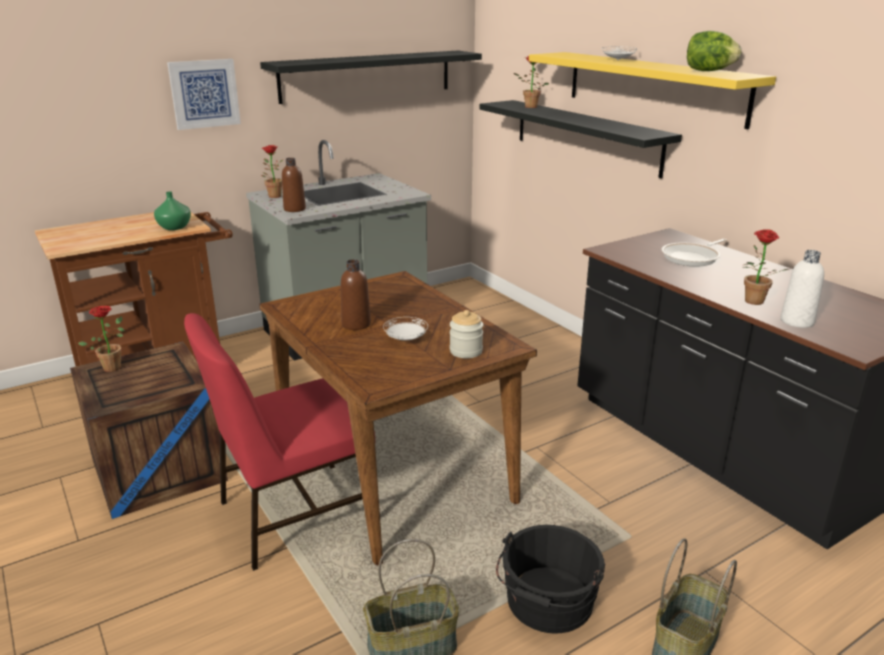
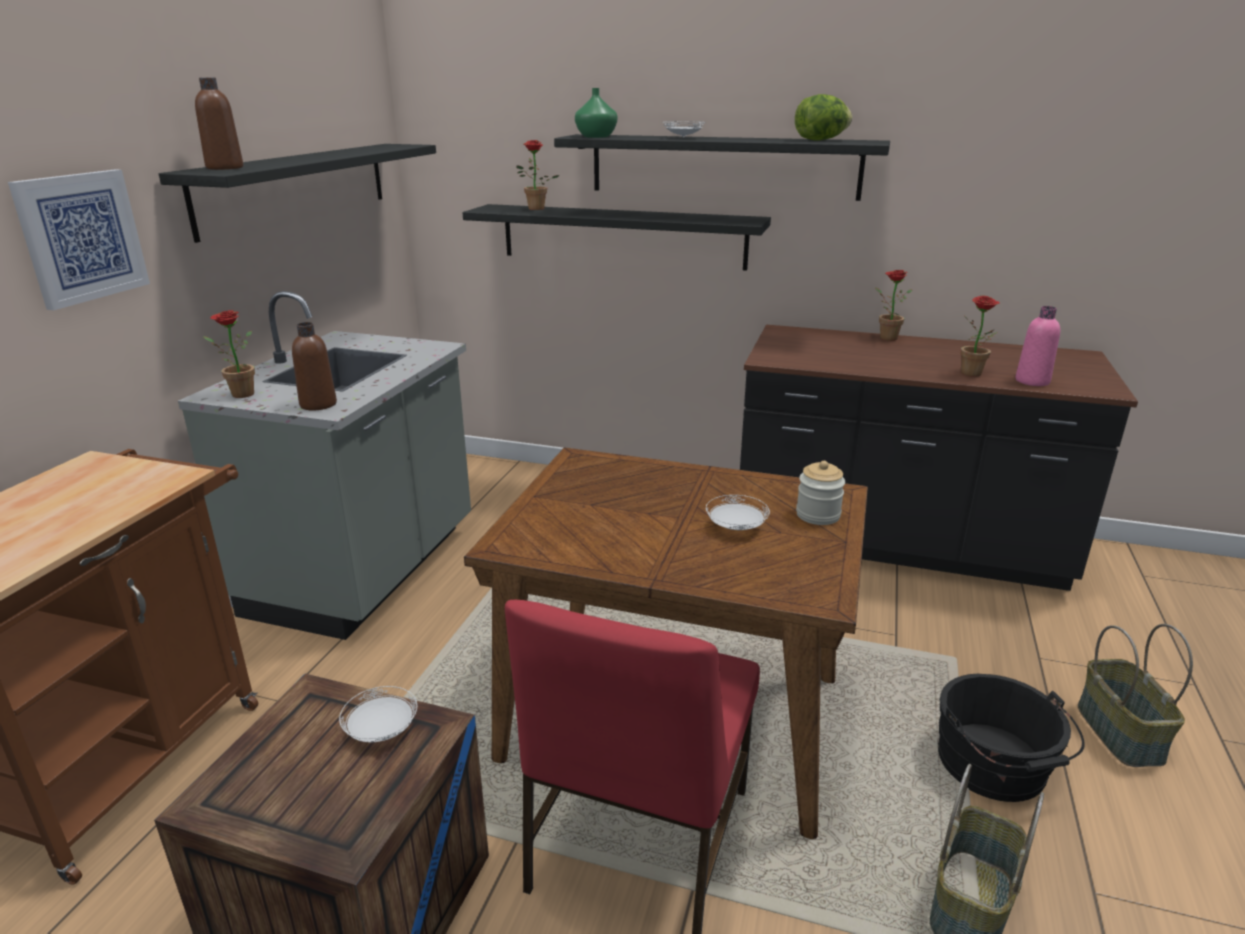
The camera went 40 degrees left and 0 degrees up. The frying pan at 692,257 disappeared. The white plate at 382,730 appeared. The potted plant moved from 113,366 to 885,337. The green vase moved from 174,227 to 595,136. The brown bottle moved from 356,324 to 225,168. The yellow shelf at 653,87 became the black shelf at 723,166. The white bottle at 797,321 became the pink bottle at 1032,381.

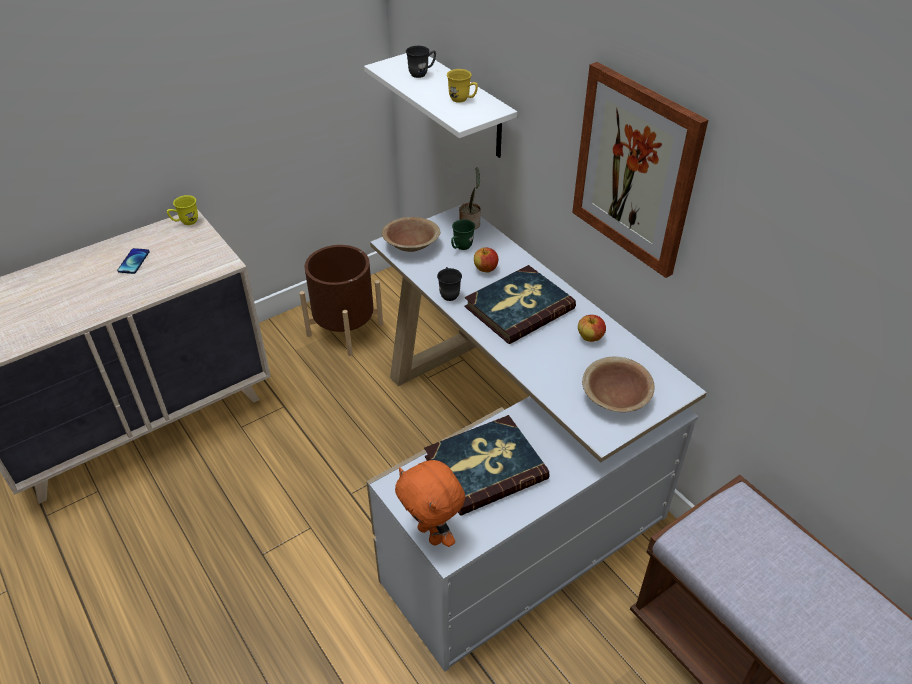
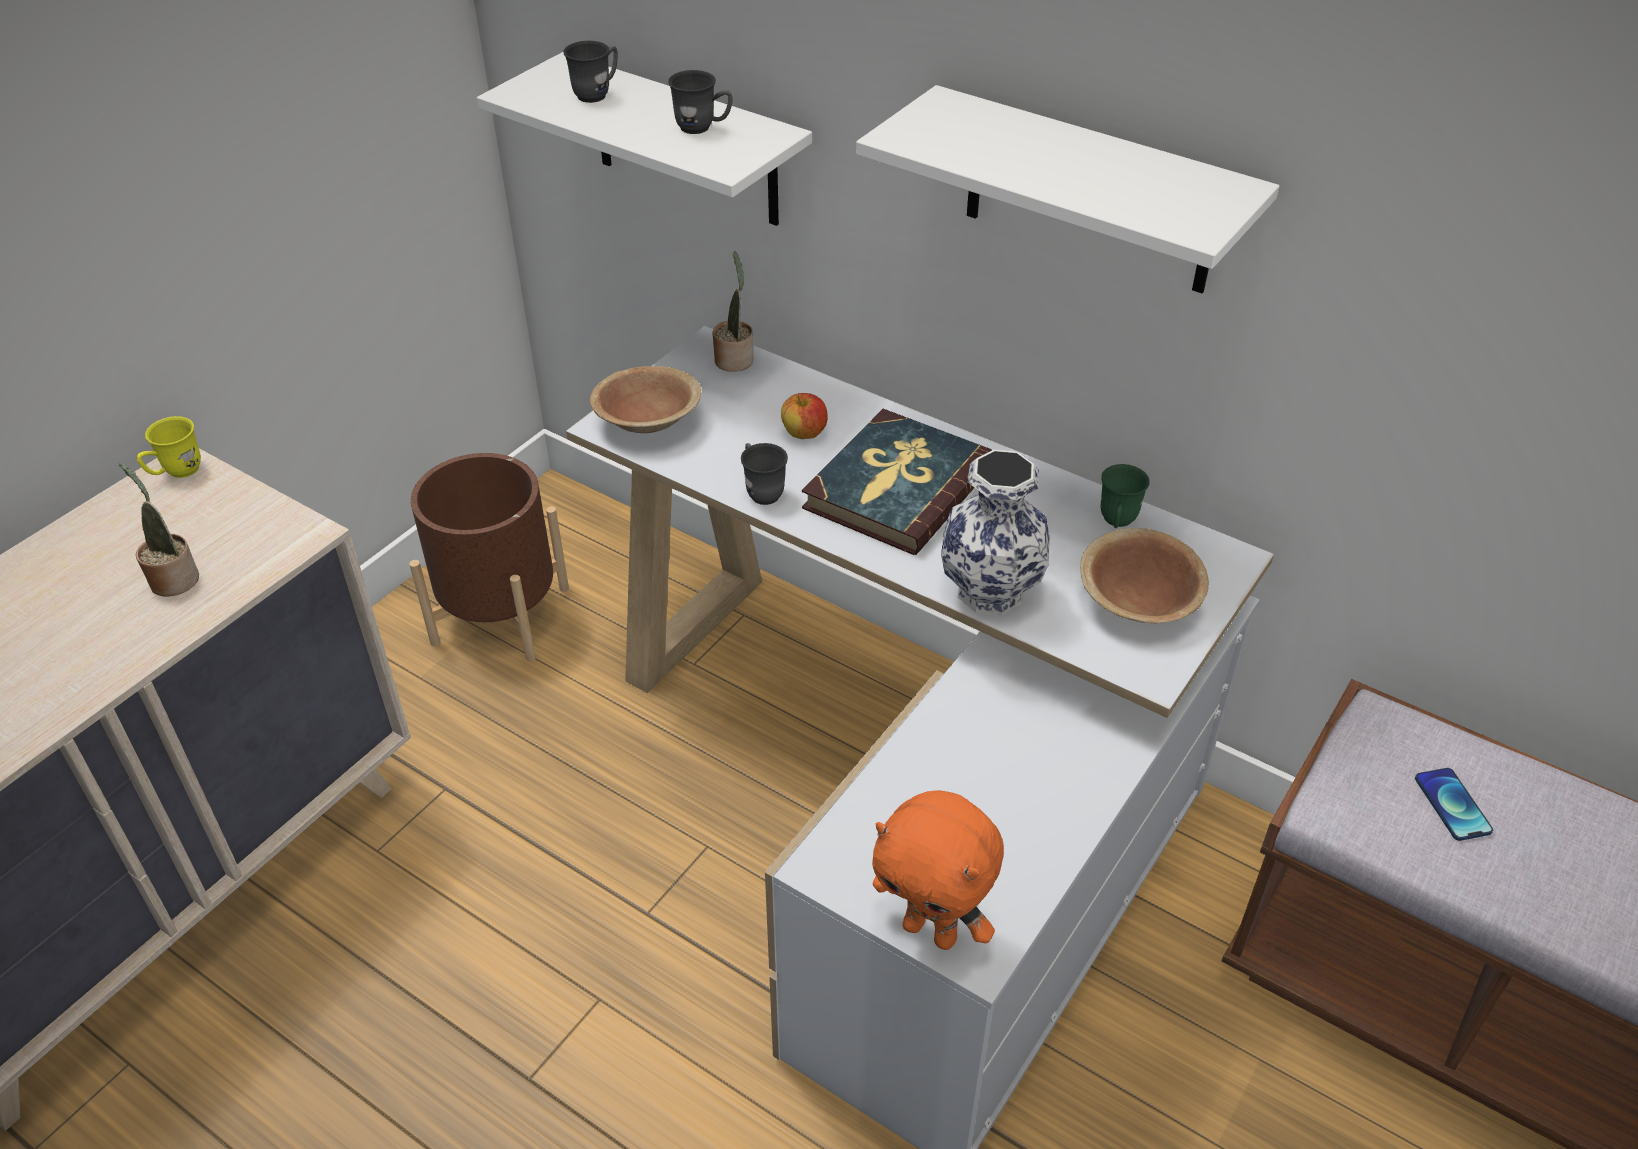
The camera went 20 degrees left and 0 degrees up. The book at 485,467 disappeared. The apple at 590,338 disappeared. The potted plant at 173,578 appeared. The vase at 992,592 appeared. The phone moved from 134,261 to 1452,805. The green mug moved from 461,247 to 1117,522. The picture at 635,170 was replaced by the white shelf at 1090,193. The yellow mug at 462,100 became the grey mug at 703,128.

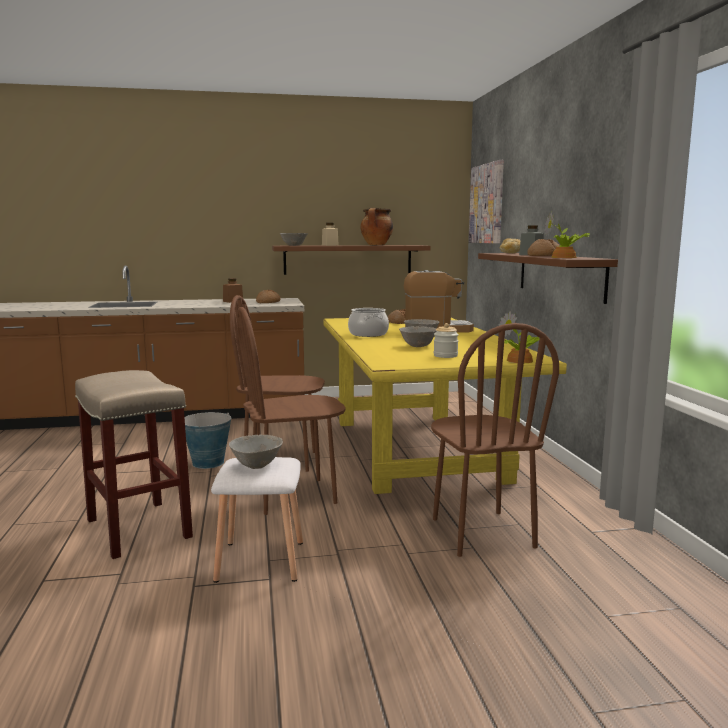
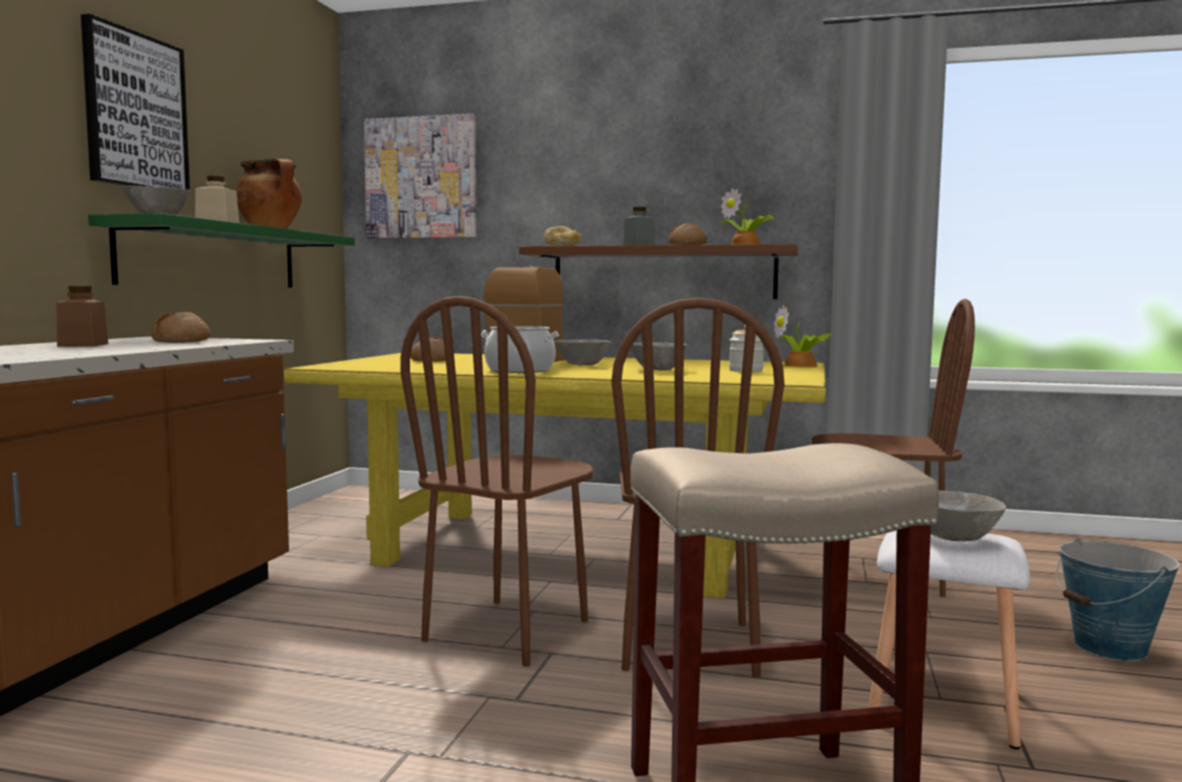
The camera went 65 degrees left and 5 degrees down. The picture at 135,111 appeared. The bucket moved from 208,463 to 1110,647. The brown shelf at 348,259 became the green shelf at 213,257.

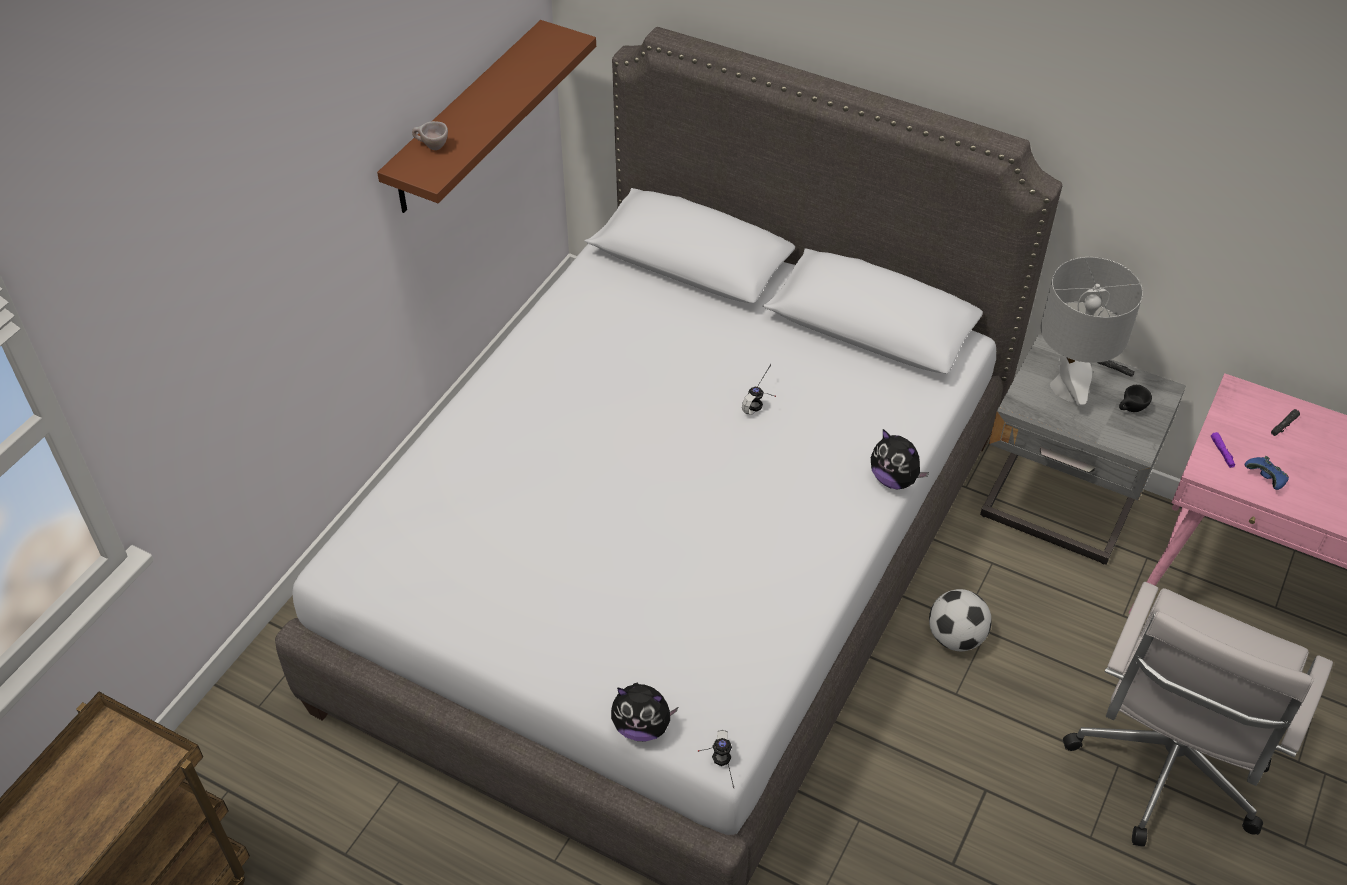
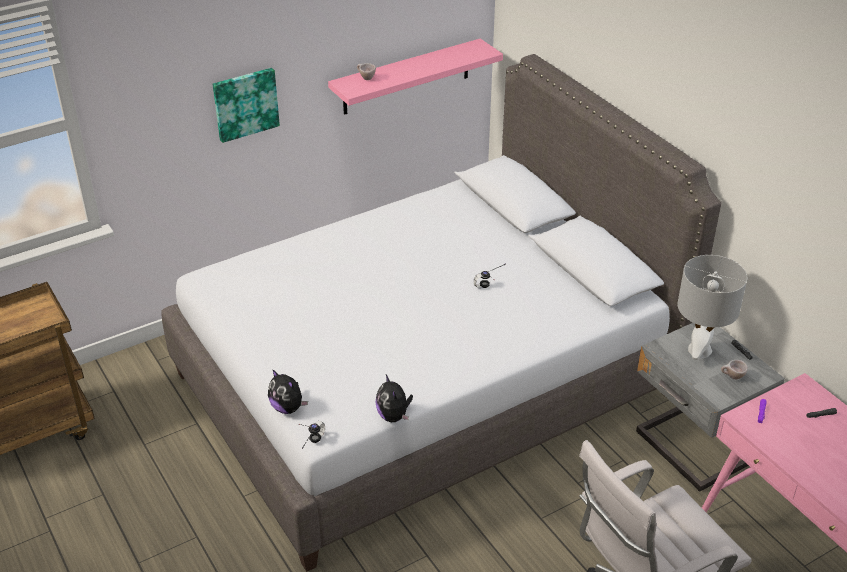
The camera went 30 degrees right and 10 degrees down. The football at 955,637 disappeared. The blue game controller at 1265,479 disappeared. The picture at 245,103 appeared. The plush toy moved from 894,479 to 394,416. The brown shelf at 466,119 became the pink shelf at 406,77. The black cup at 1130,410 became the beige cup at 732,377.

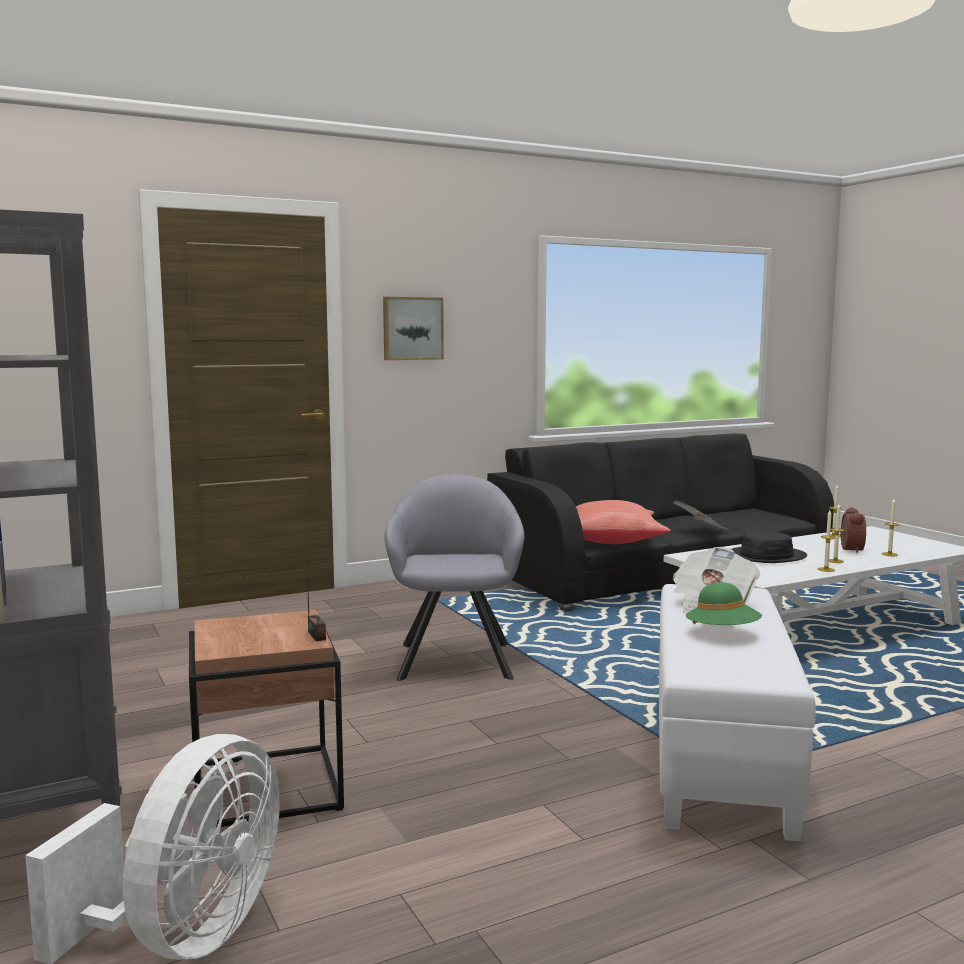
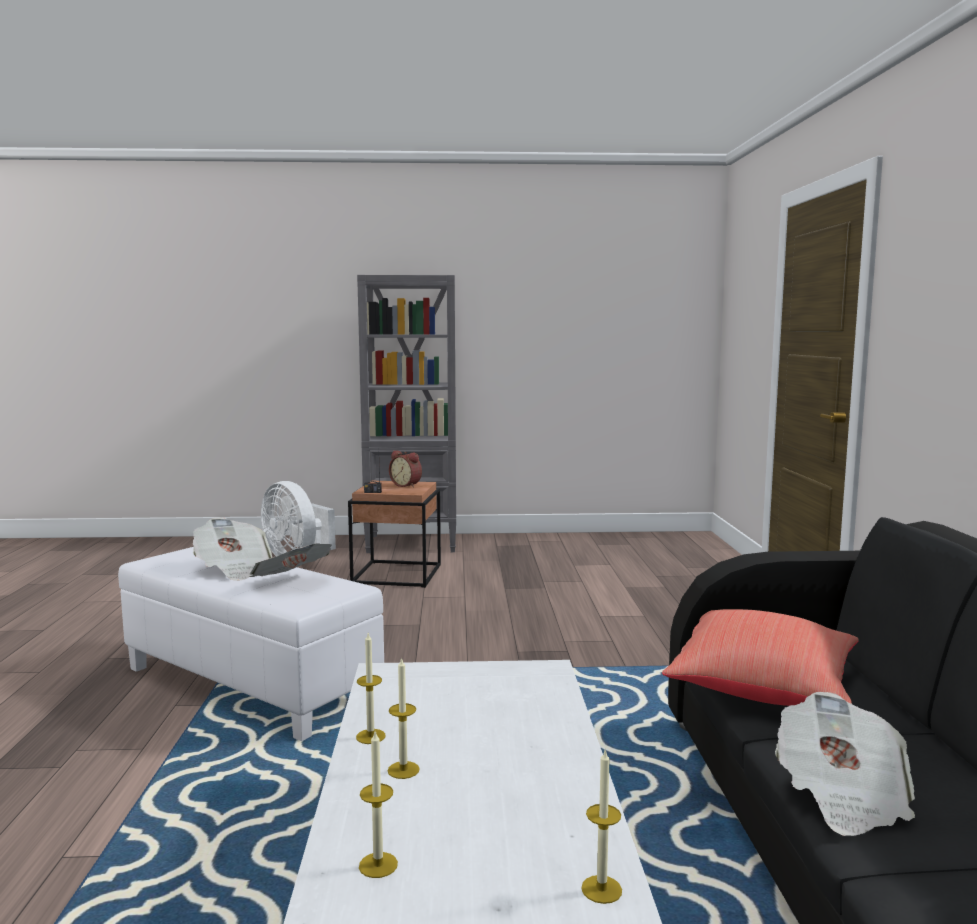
The camera went 115 degrees right and 0 degrees up. The picture at 412,328 disappeared. The grey armchair at 456,657 disappeared. The black hat at 766,556 disappeared. The alarm clock moved from 849,549 to 407,485. The green hat at 722,633 was replaced by the newspaper at 234,569.

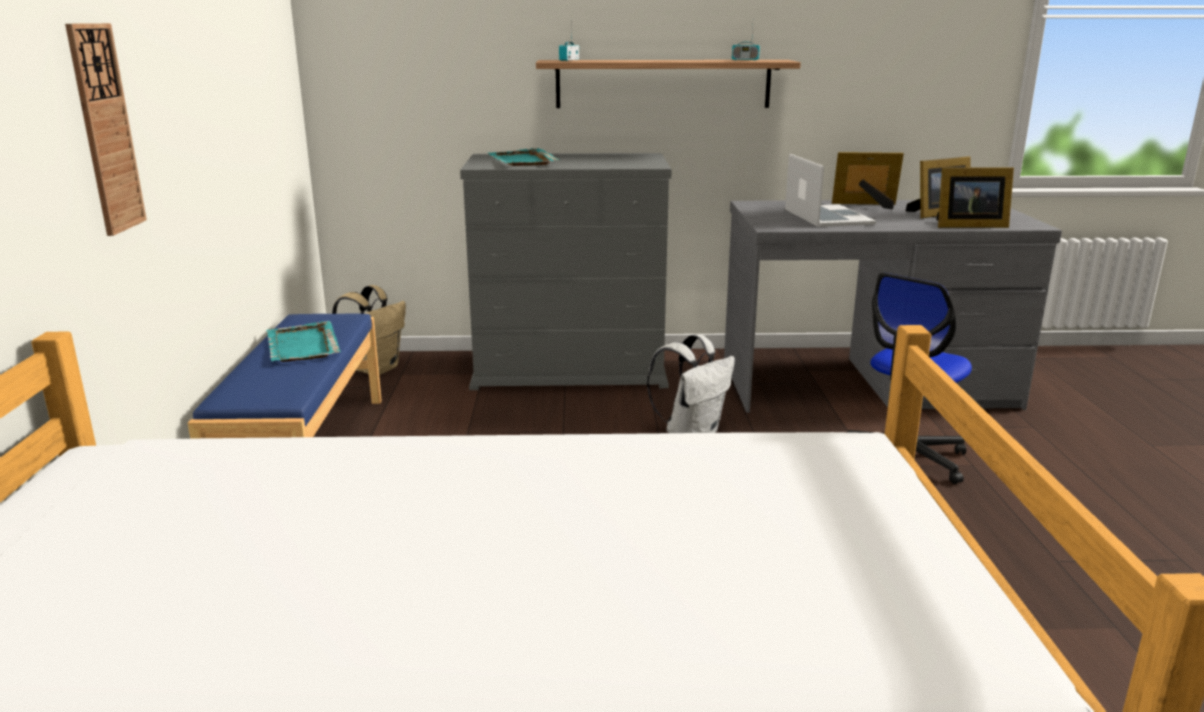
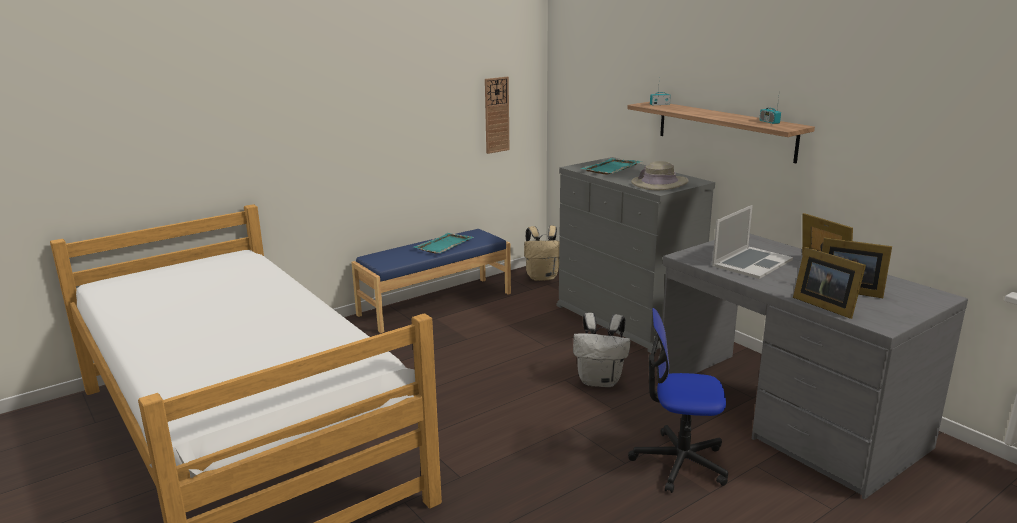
The camera went 55 degrees right and 0 degrees up. The beige hat at 659,183 appeared. The wall clock moved from 105,129 to 496,115.

